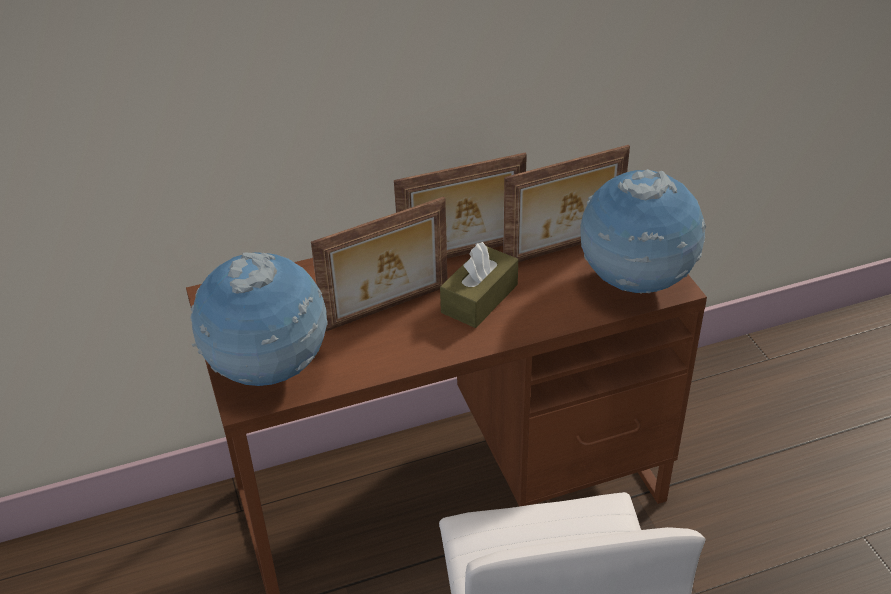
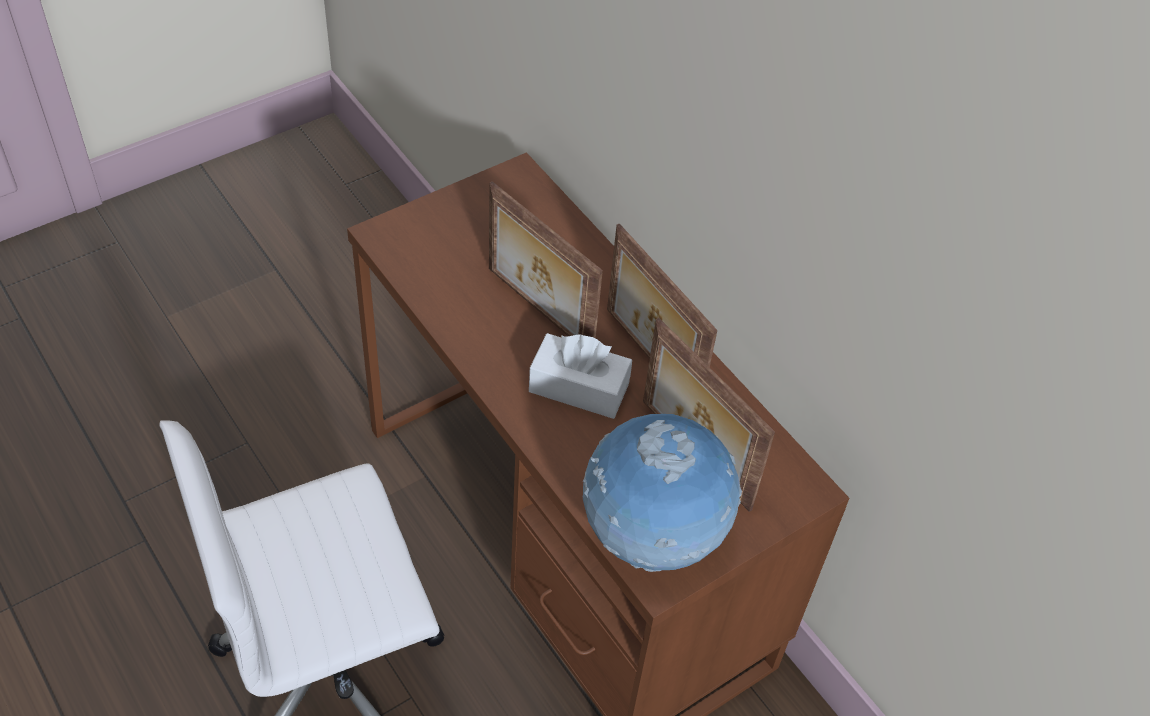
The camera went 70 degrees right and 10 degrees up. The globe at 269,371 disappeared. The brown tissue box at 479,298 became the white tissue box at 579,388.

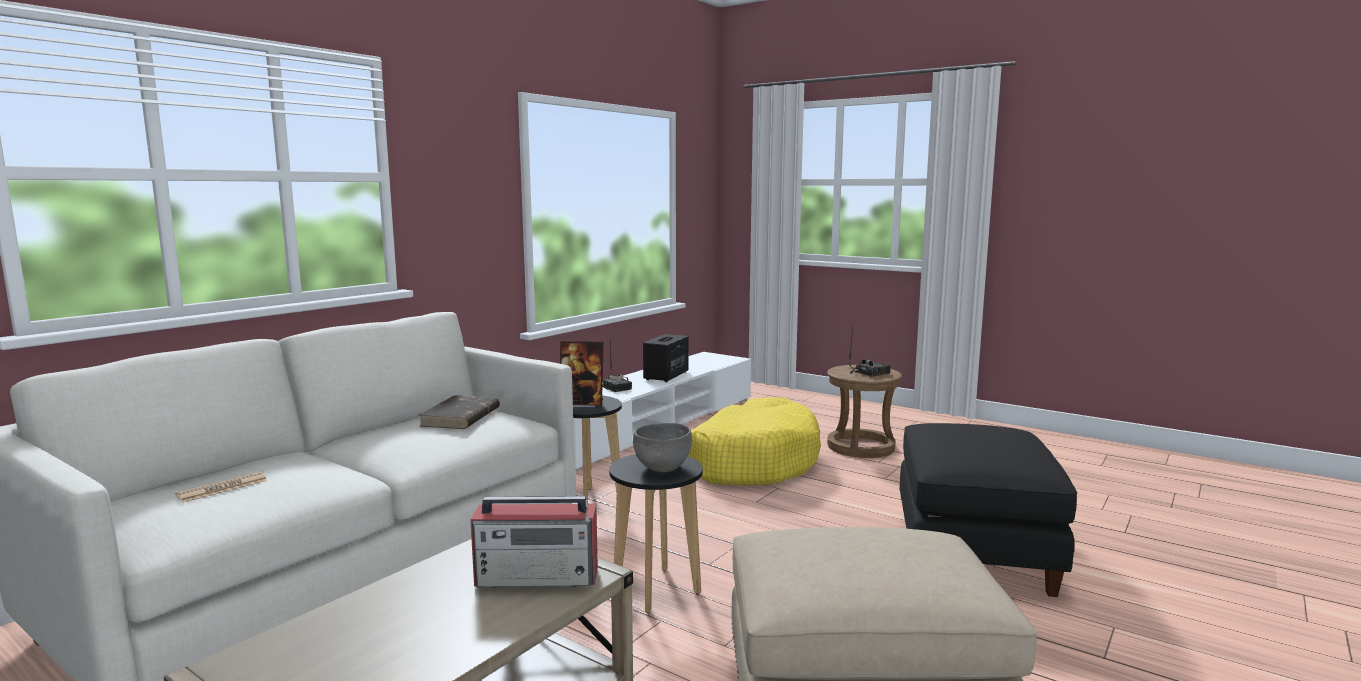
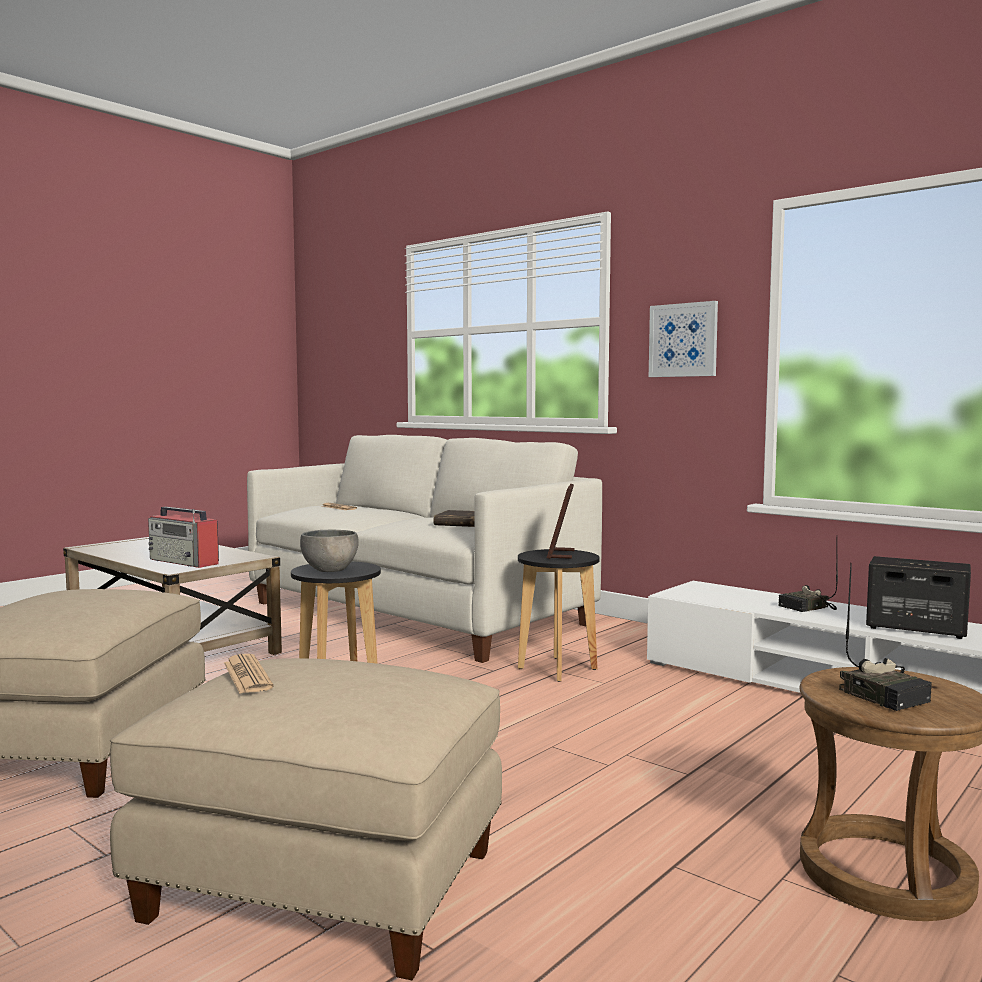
The camera went 95 degrees right and 5 degrees down. The yellow dog bed at 751,461 disappeared. The newspaper at 247,675 appeared. The picture at 683,340 appeared. The black ottoman at 975,552 became the beige ottoman at 320,886. The radio at 539,577 turned 60 degrees counterclockwise.

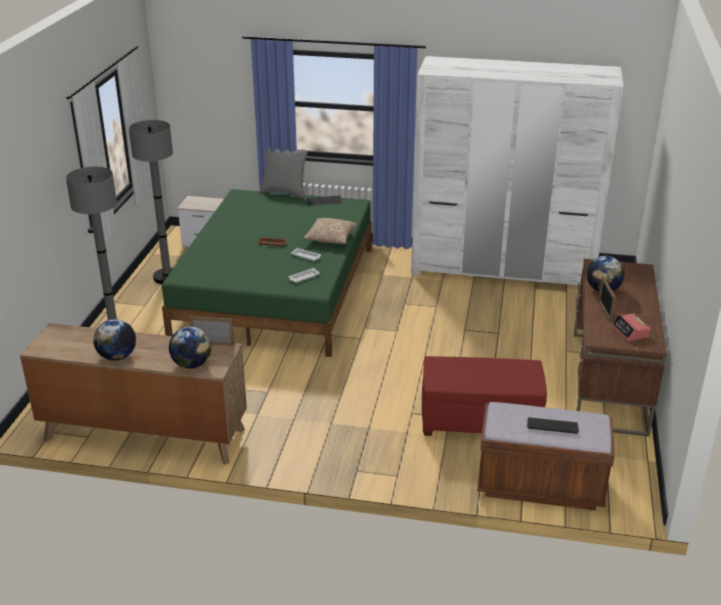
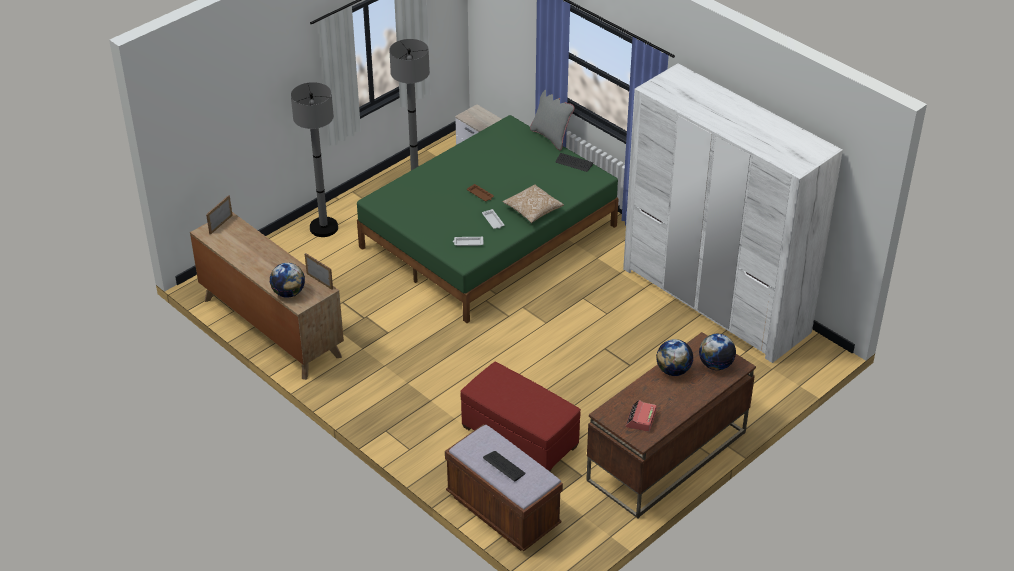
The camera went 35 degrees right and 10 degrees up. The globe moved from 117,356 to 715,365. The picture frame moved from 604,311 to 220,224.

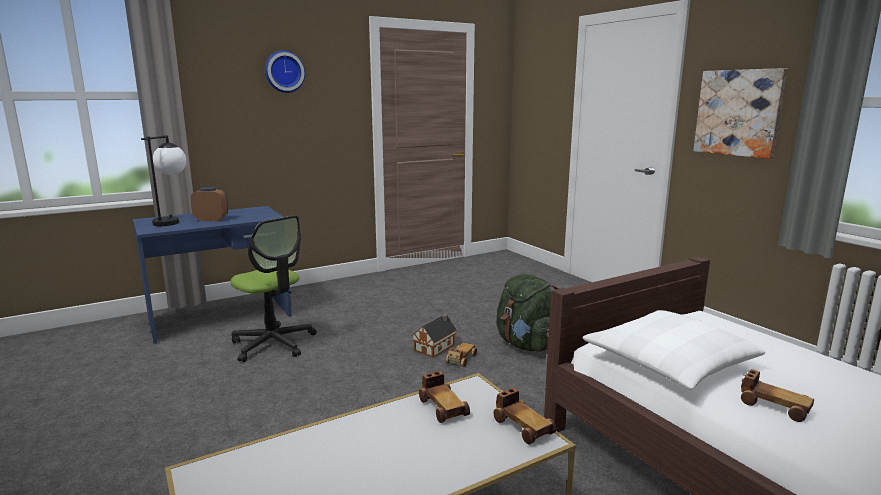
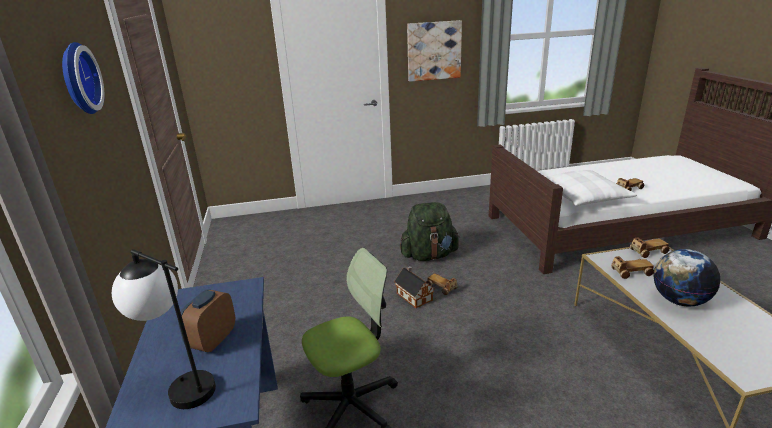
The camera went 70 degrees left and 10 degrees up. The globe at 679,300 appeared.

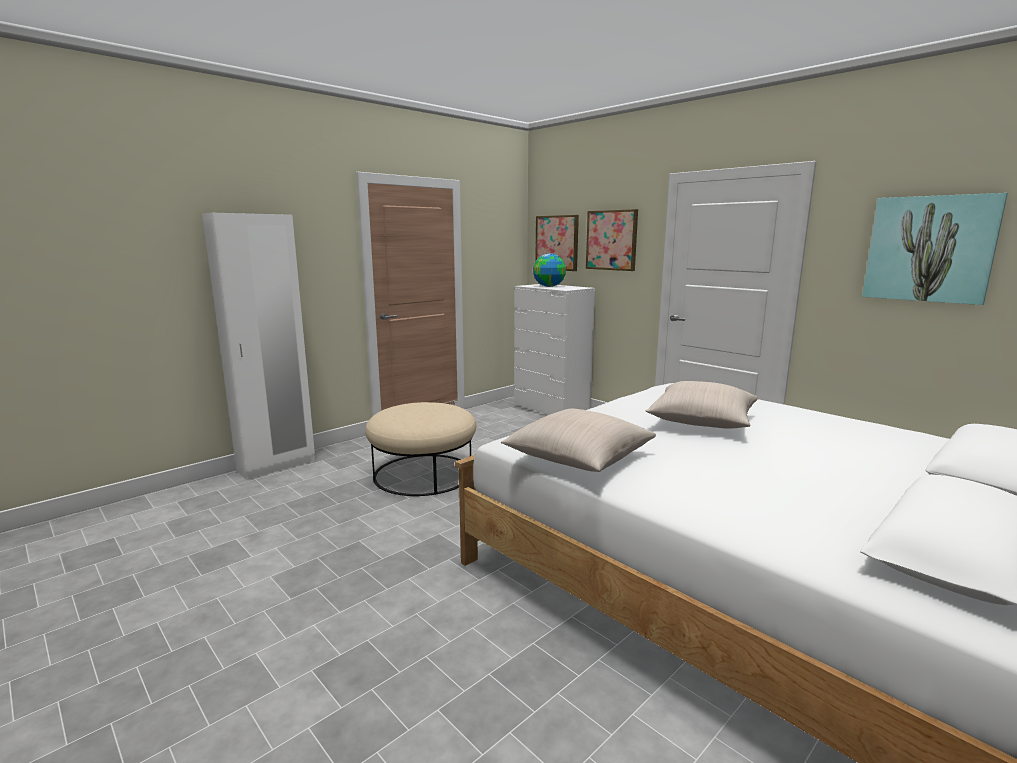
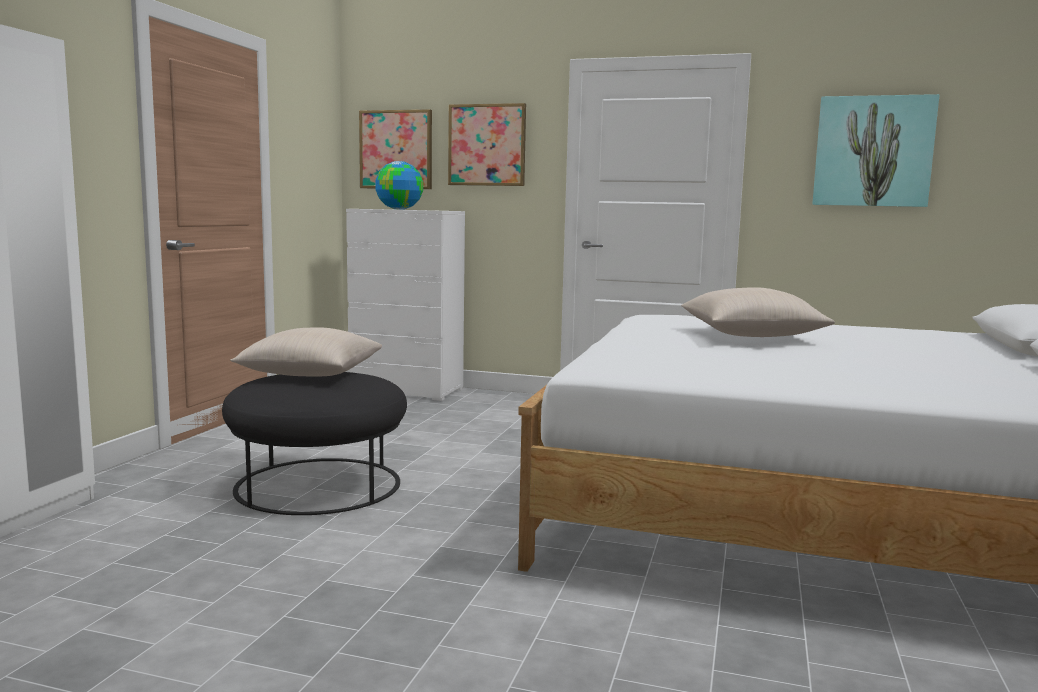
The camera went 30 degrees left and 5 degrees down. The beige pillow moved from 579,458 to 311,373. The beige ottoman at 423,473 became the black ottoman at 318,484.

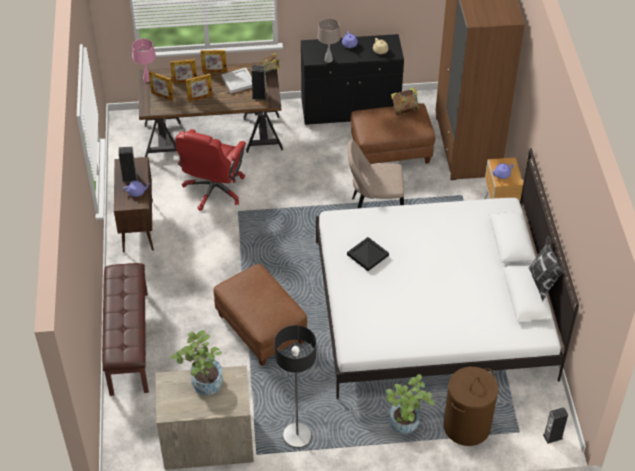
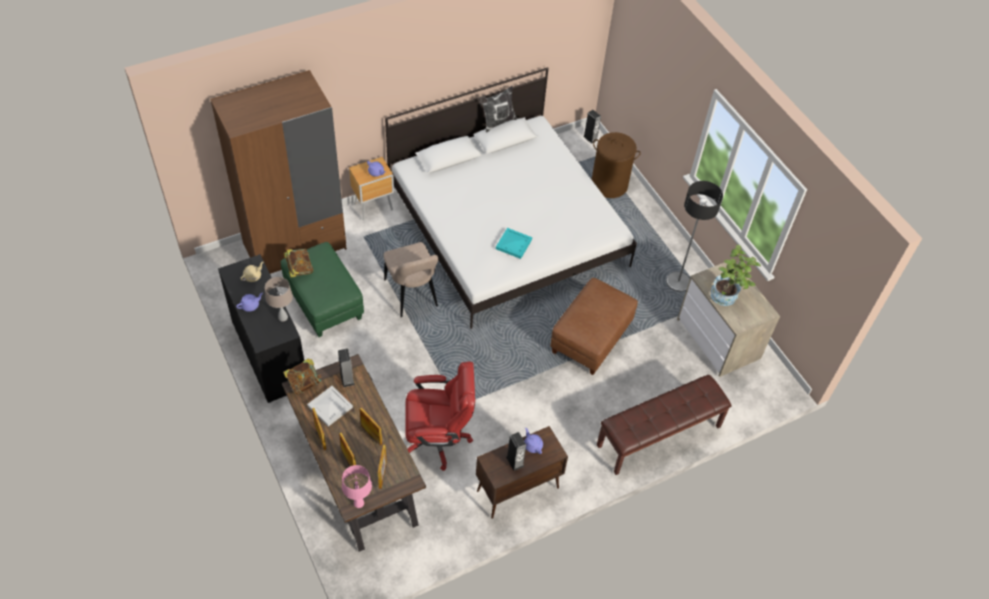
The camera went 115 degrees left and 5 degrees up. The potted plant at 405,427 disappeared. The black tray at 367,255 became the turquoise tray at 514,244. The brown ottoman at 391,152 became the green ottoman at 323,303.

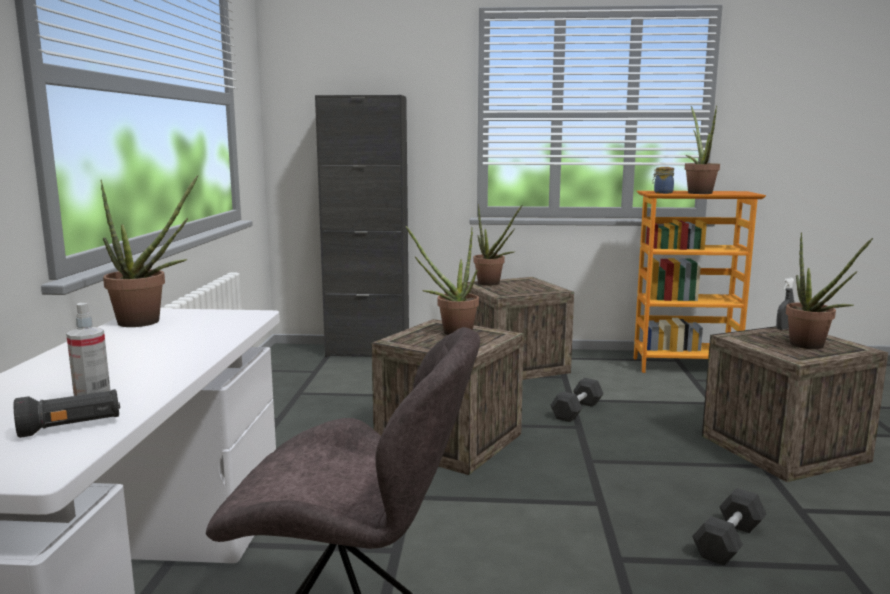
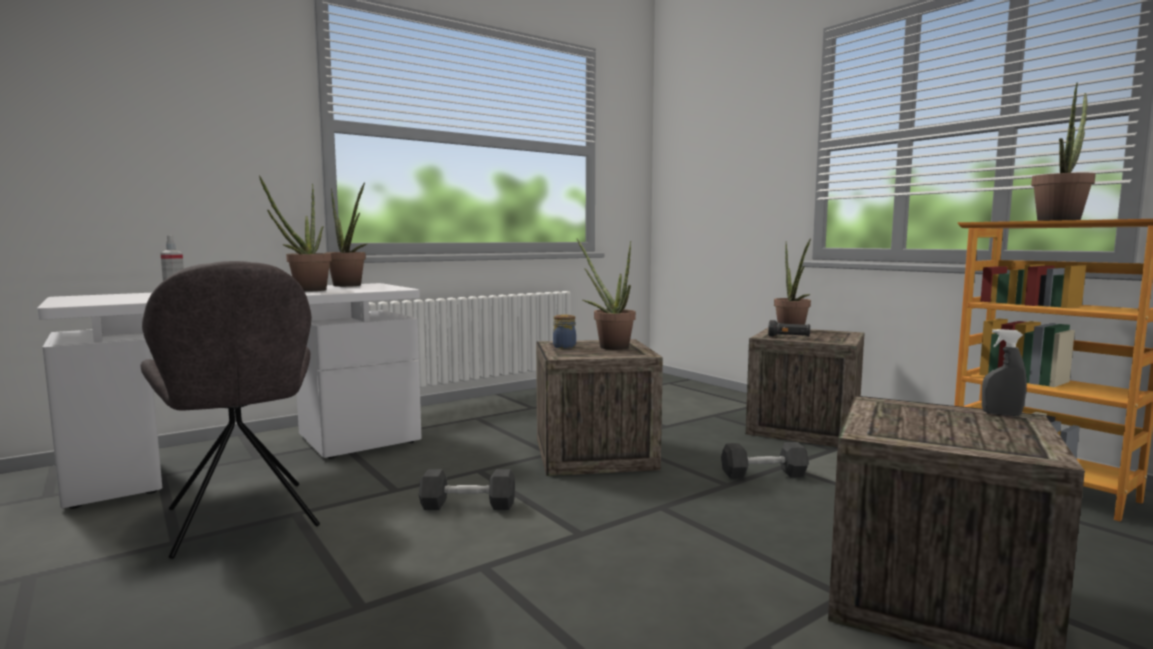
The camera went 50 degrees right and 5 degrees down. The black cabinet at 367,352 disappeared. The black flashlight moved from 71,428 to 789,337. The jar moved from 662,193 to 564,346. The black dumbbell moved from 728,541 to 468,505. The potted plant moved from 813,346 to 305,290.

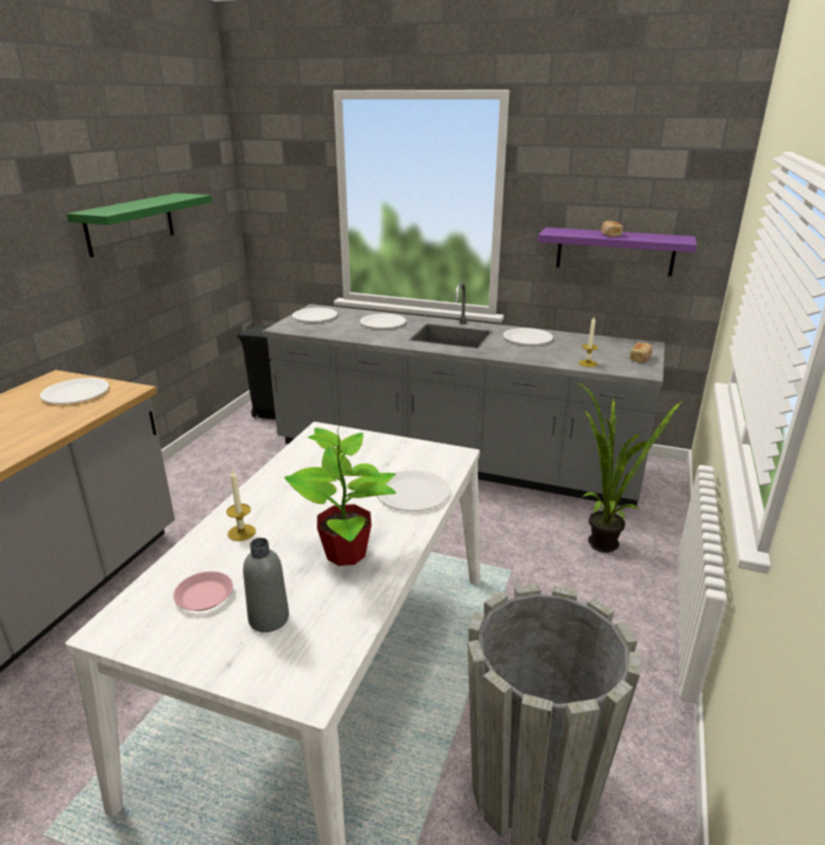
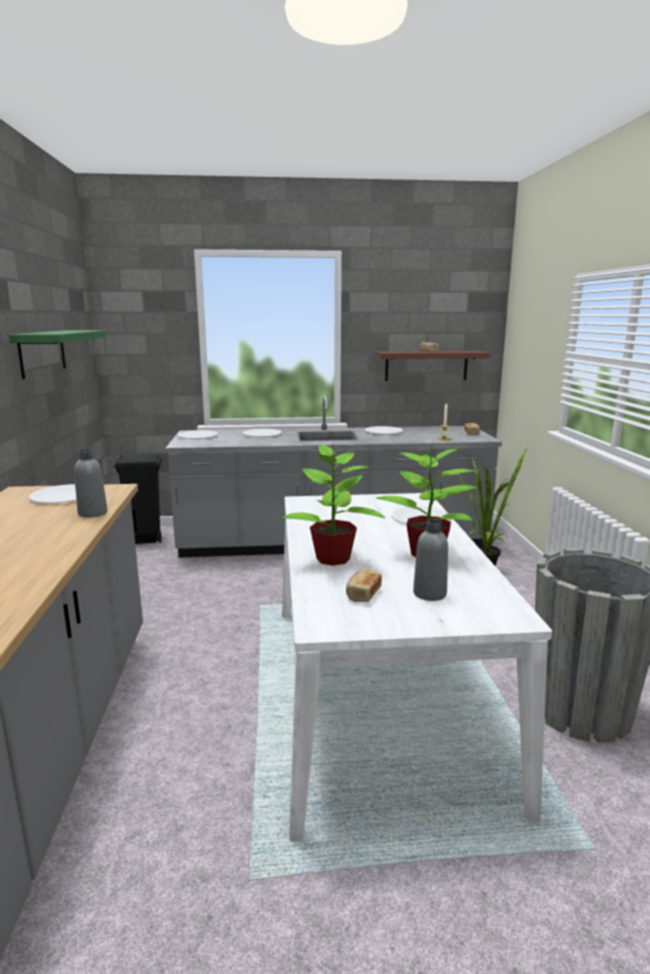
The camera went 25 degrees left and 10 degrees down. The grey bottle at 92,513 appeared. The pink plate at 204,595 was replaced by the bread at 362,594. The candle at 241,532 was replaced by the potted plant at 333,559. The purple shelf at 615,251 became the brown shelf at 426,365.

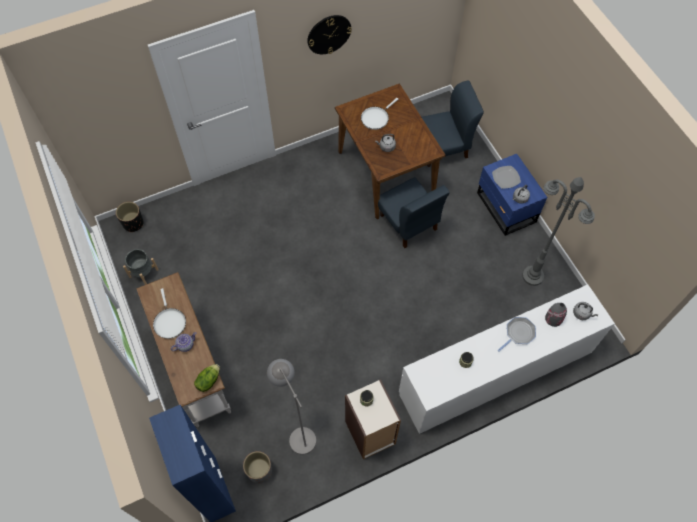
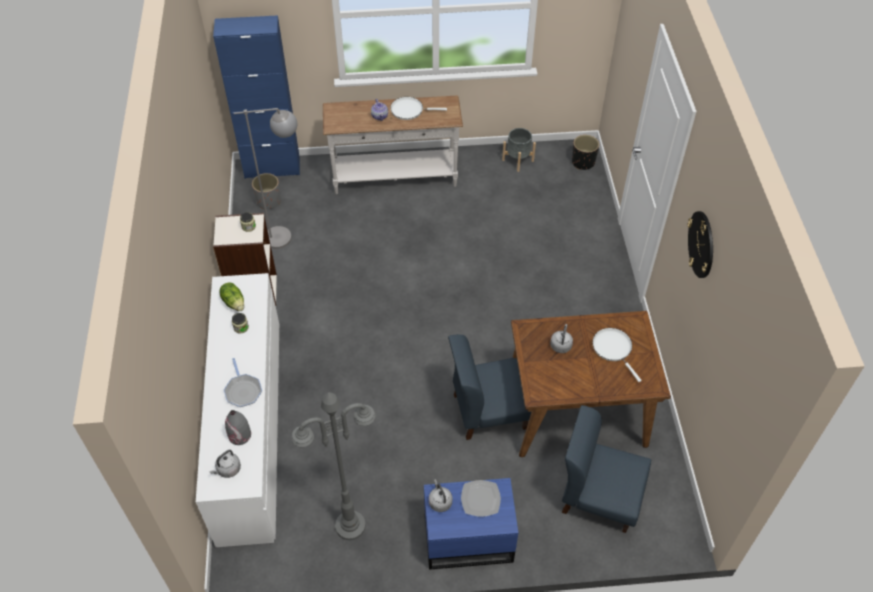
The camera went 110 degrees right and 10 degrees down. The lettuce moved from 208,380 to 234,302. The blue chair at 442,147 turned 105 degrees clockwise.

